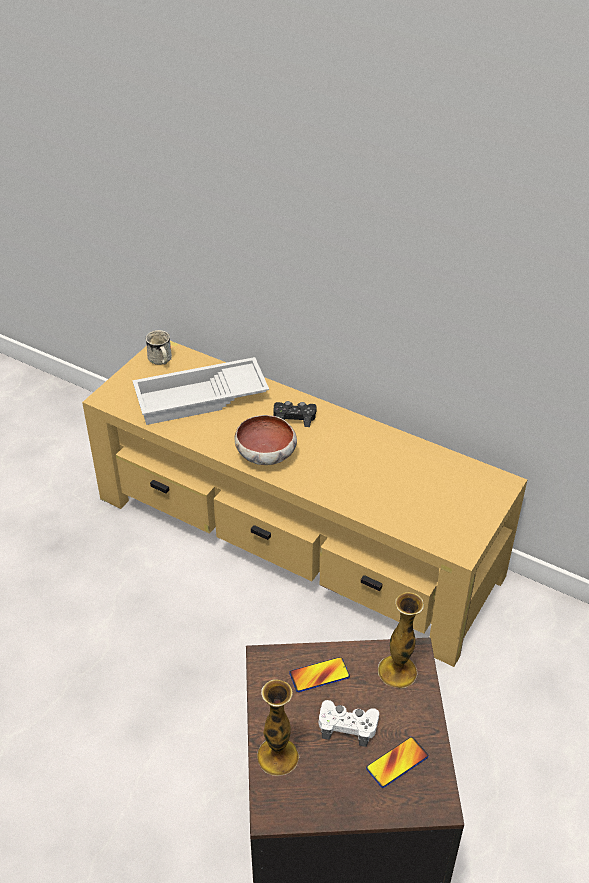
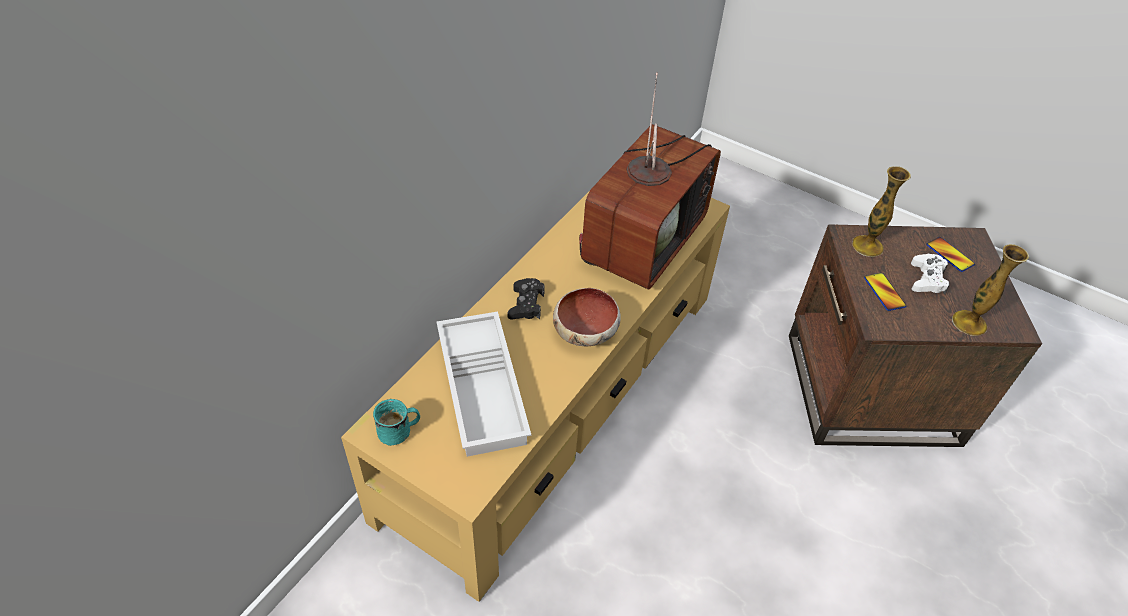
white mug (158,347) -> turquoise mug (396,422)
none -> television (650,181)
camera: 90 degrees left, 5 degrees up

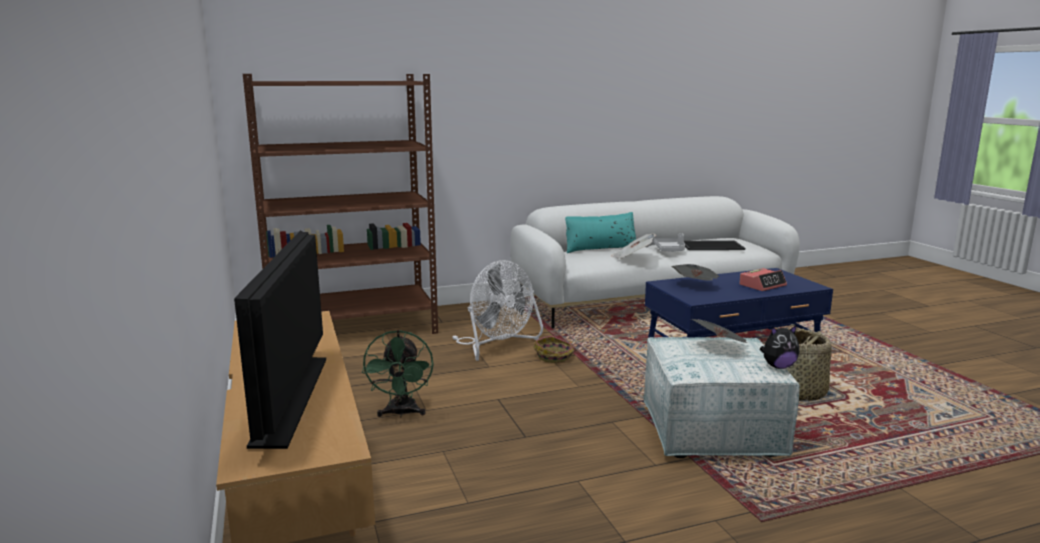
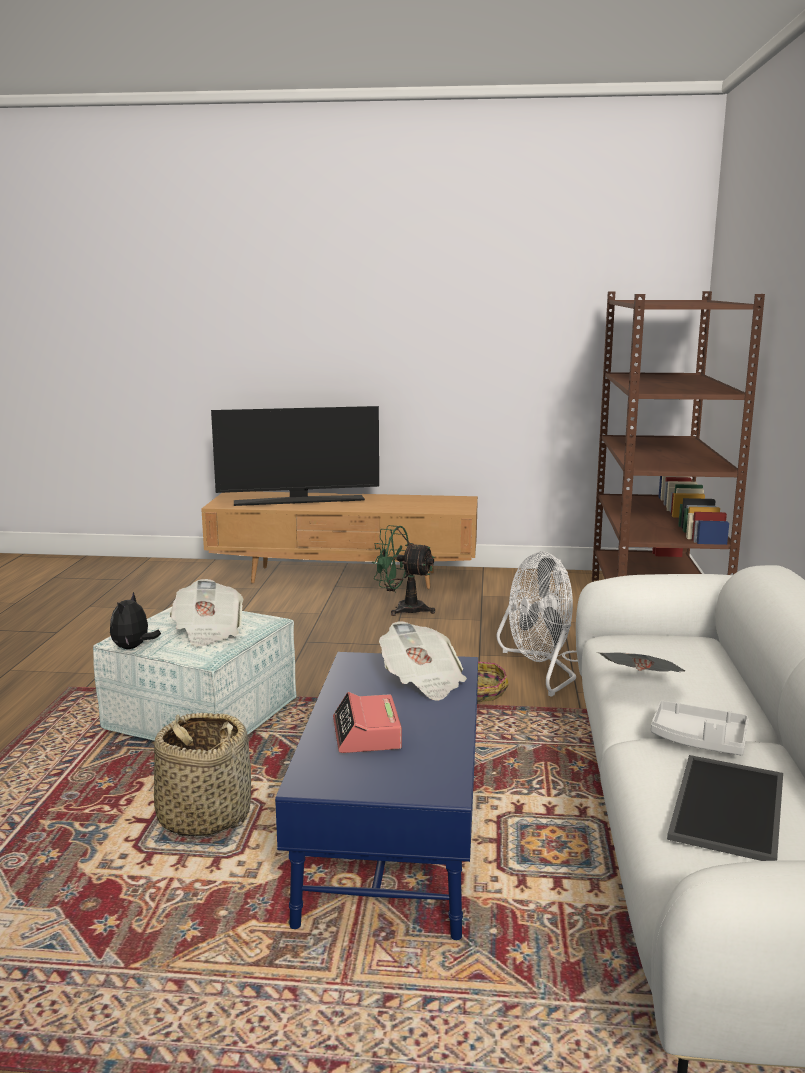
turquoise pillow (600,232) -> none
television (280,339) -> television (295,456), 150 degrees clockwise
camera: 115 degrees right, 0 degrees up

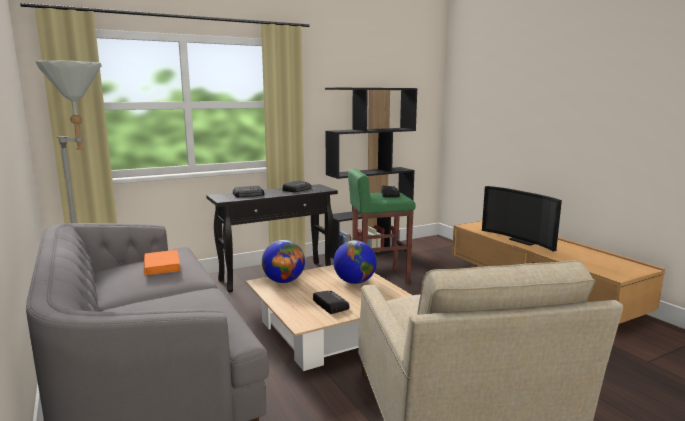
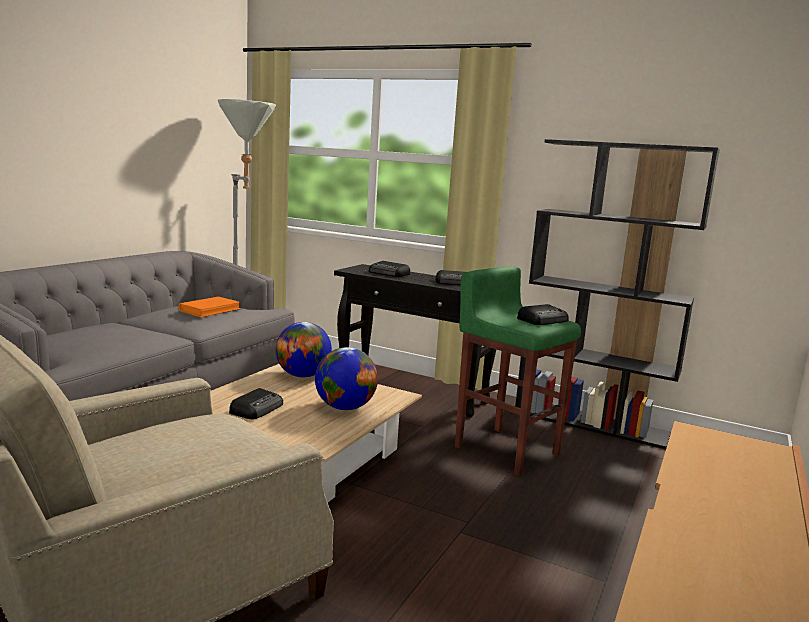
television (522,219) -> none
camera: 55 degrees right, 0 degrees up

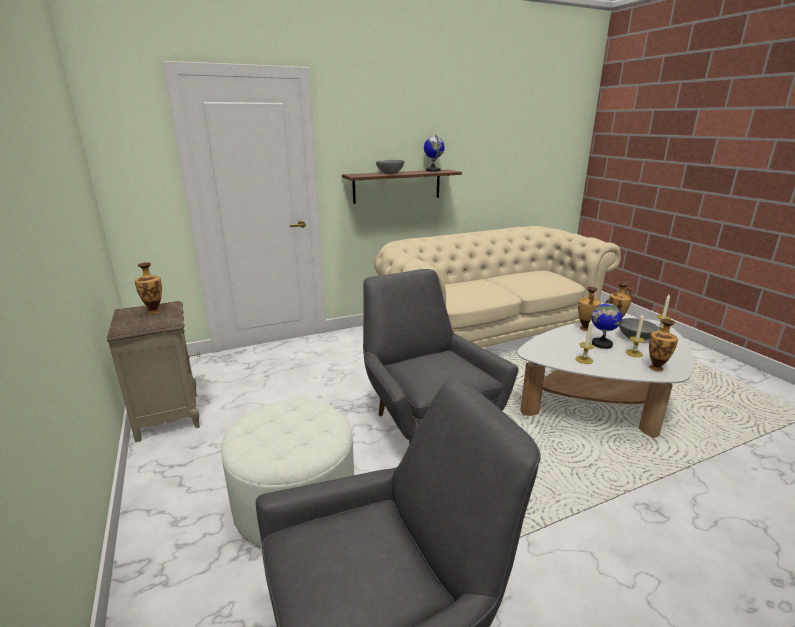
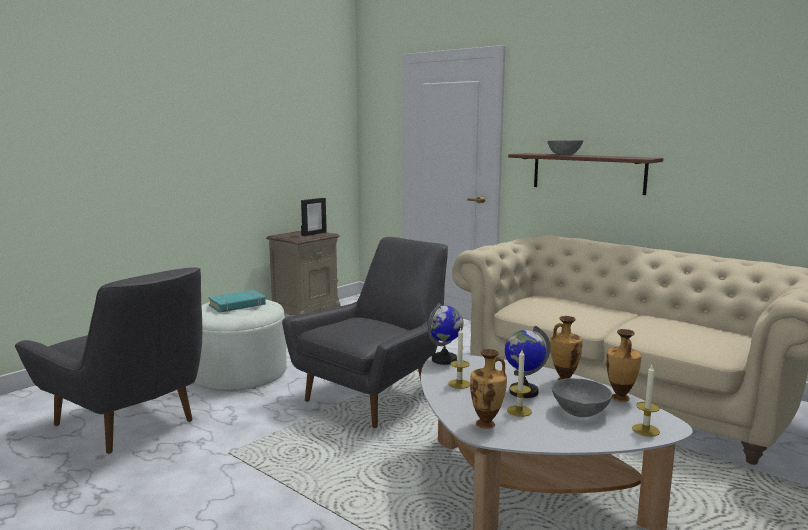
globe (434,153) -> globe (446,334), move
vase (148,288) -> picture frame (314,217)
none -> turquoise book (237,301)
camera: 65 degrees right, 10 degrees down

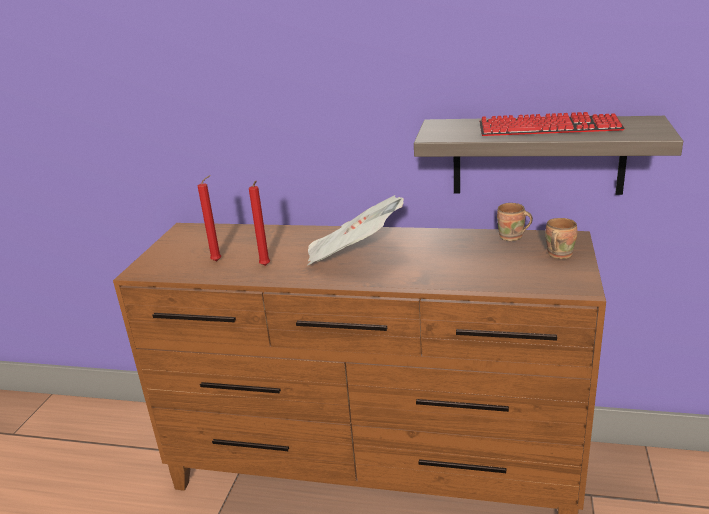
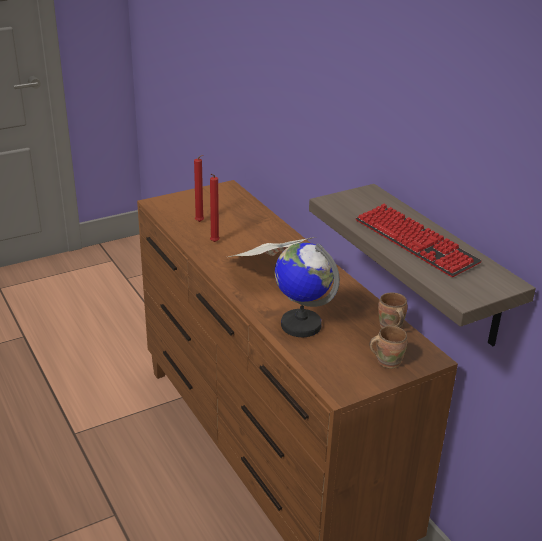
none -> globe (307,289)
camera: 45 degrees right, 5 degrees up

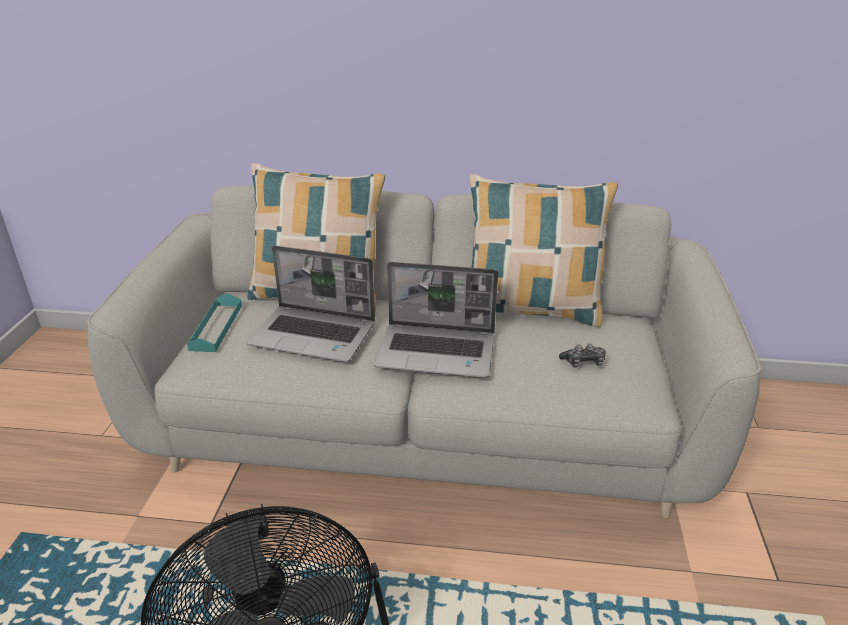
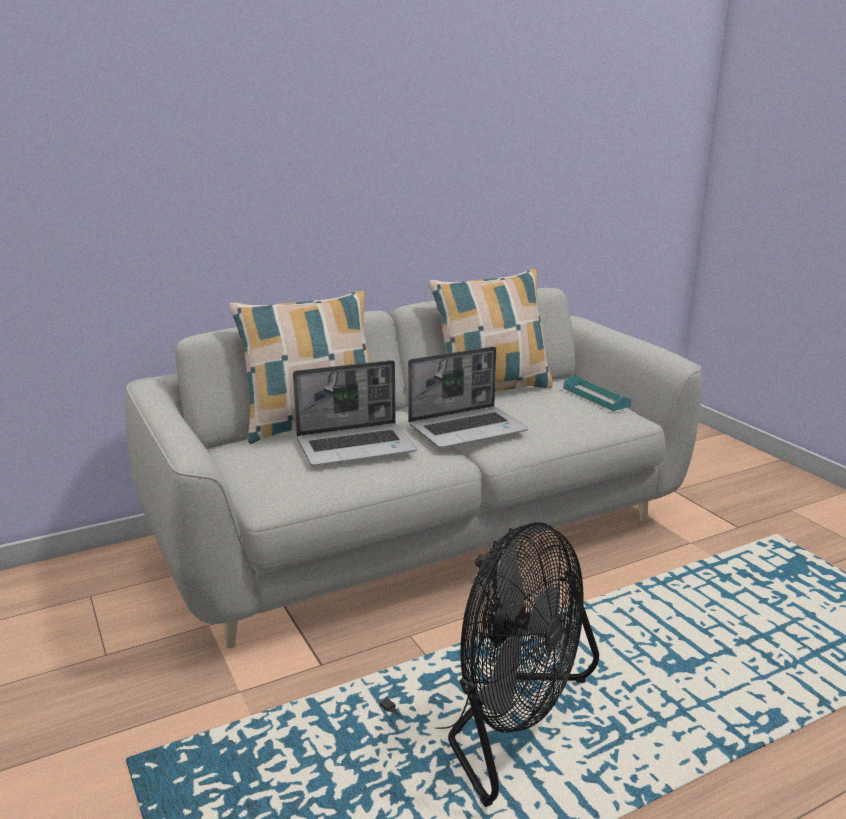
turquoise tray (214,322) -> turquoise tray (597,393), move
game controller (582,356) -> none
camera: 35 degrees left, 10 degrees down

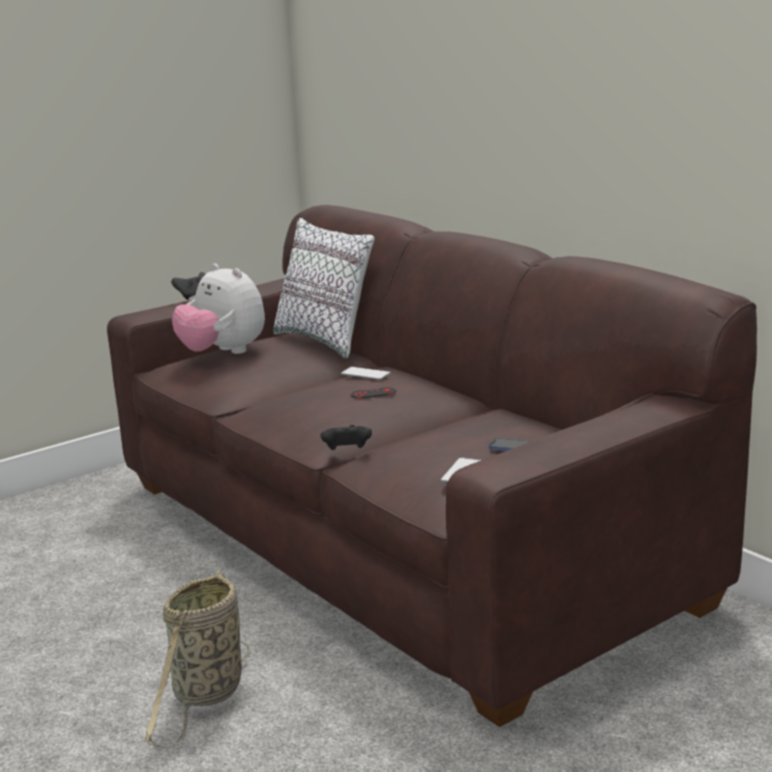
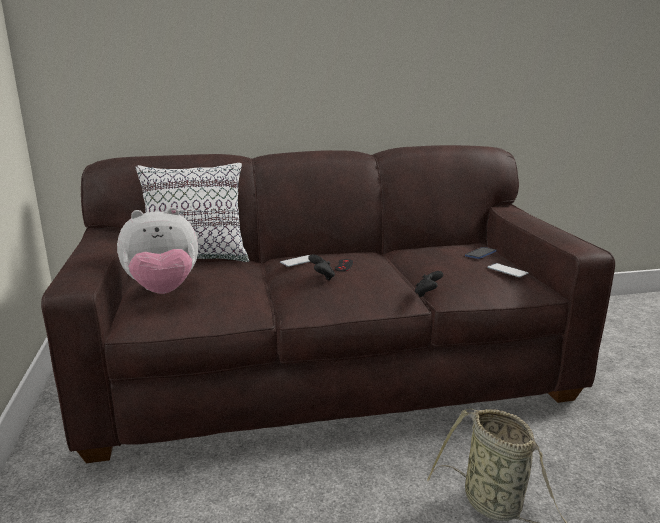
black game controller (188,286) -> black game controller (321,267), move
camera: 65 degrees left, 0 degrees up

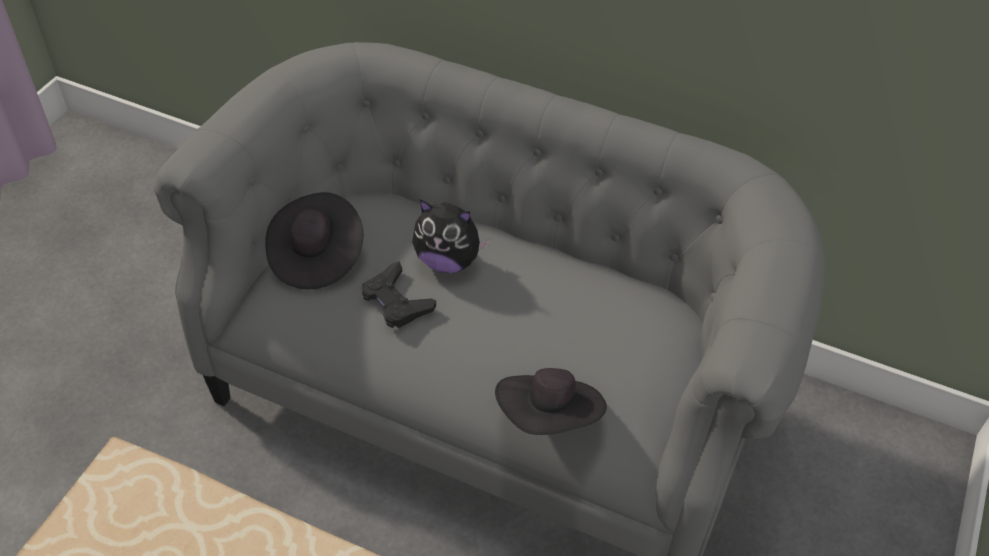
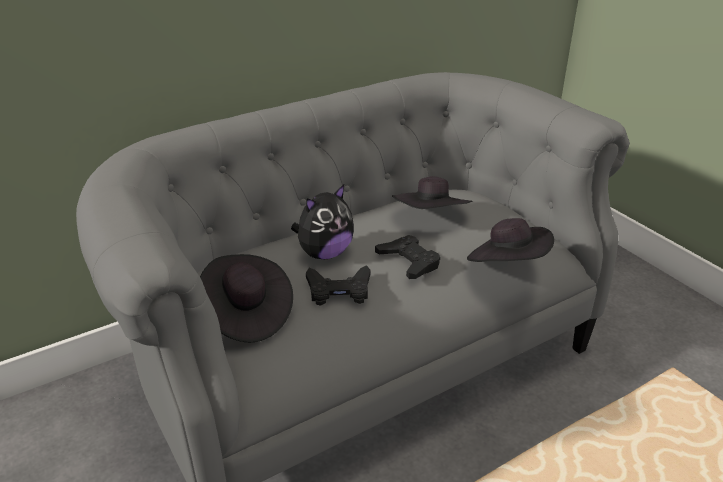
none -> black hat (432,192)
none -> black game controller (407,257)
camera: 55 degrees left, 15 degrees down

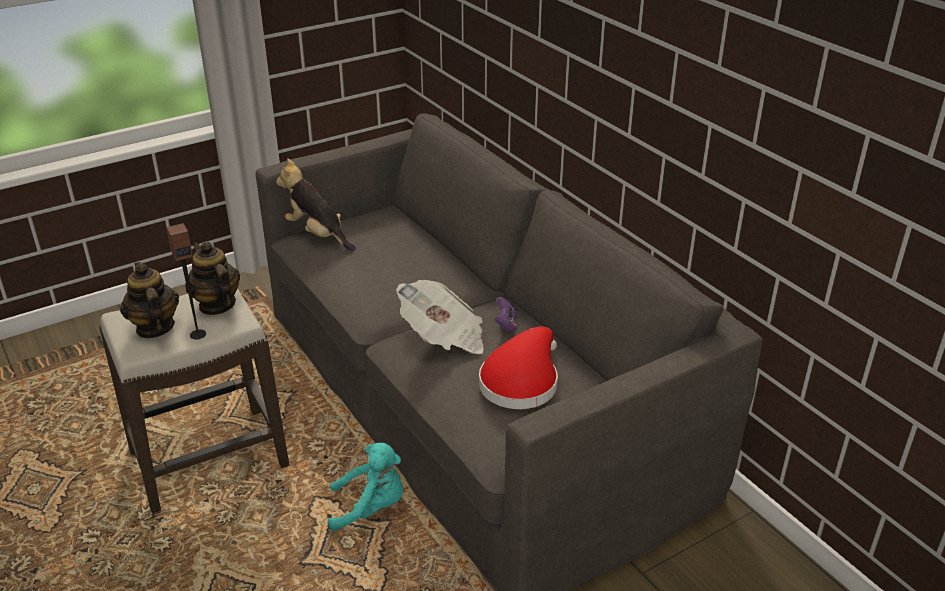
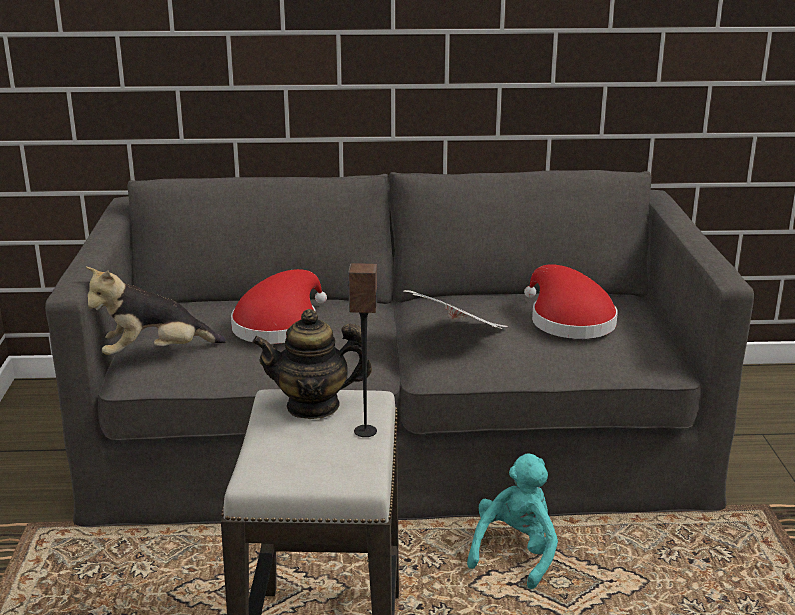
teapot (149,300) -> none
purple game controller (506,314) -> none
none -> red hat (279,306)
camera: 60 degrees left, 10 degrees down

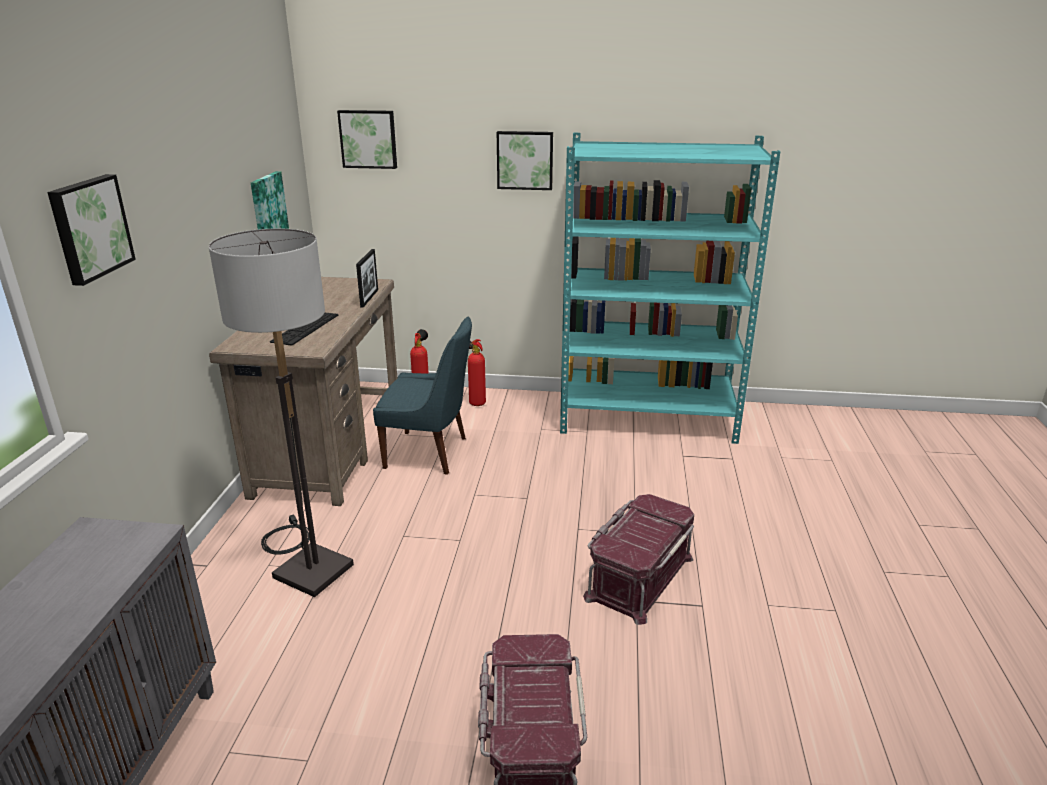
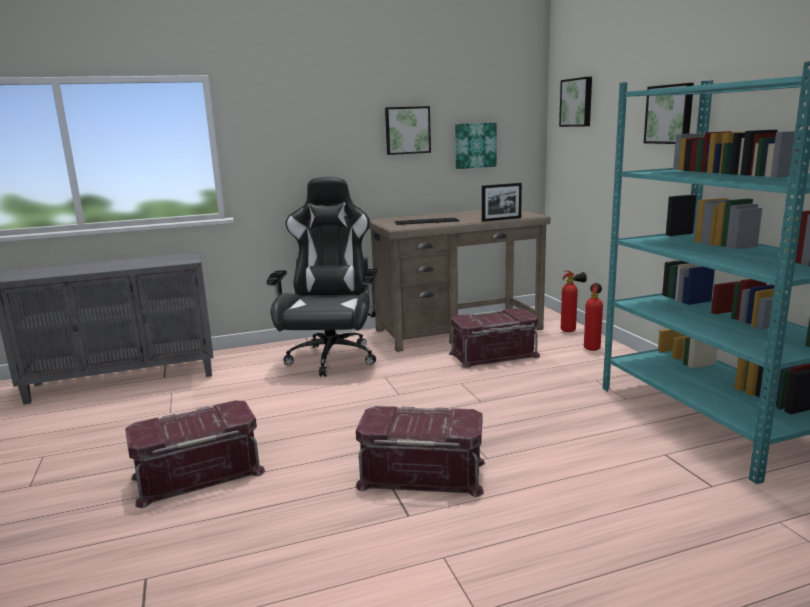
picture (91,230) -> picture (408,130), move
floor lamp (281,412) -> black office chair (322,277)
blue chair (422,396) -> red storage box (494,338)
camera: 65 degrees right, 10 degrees down

